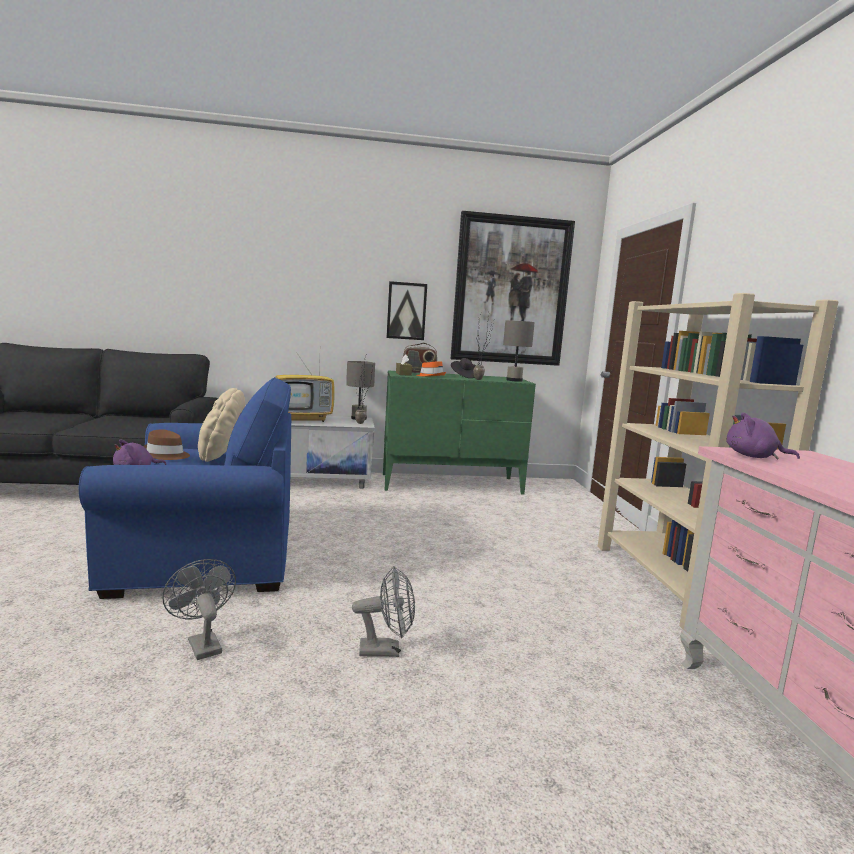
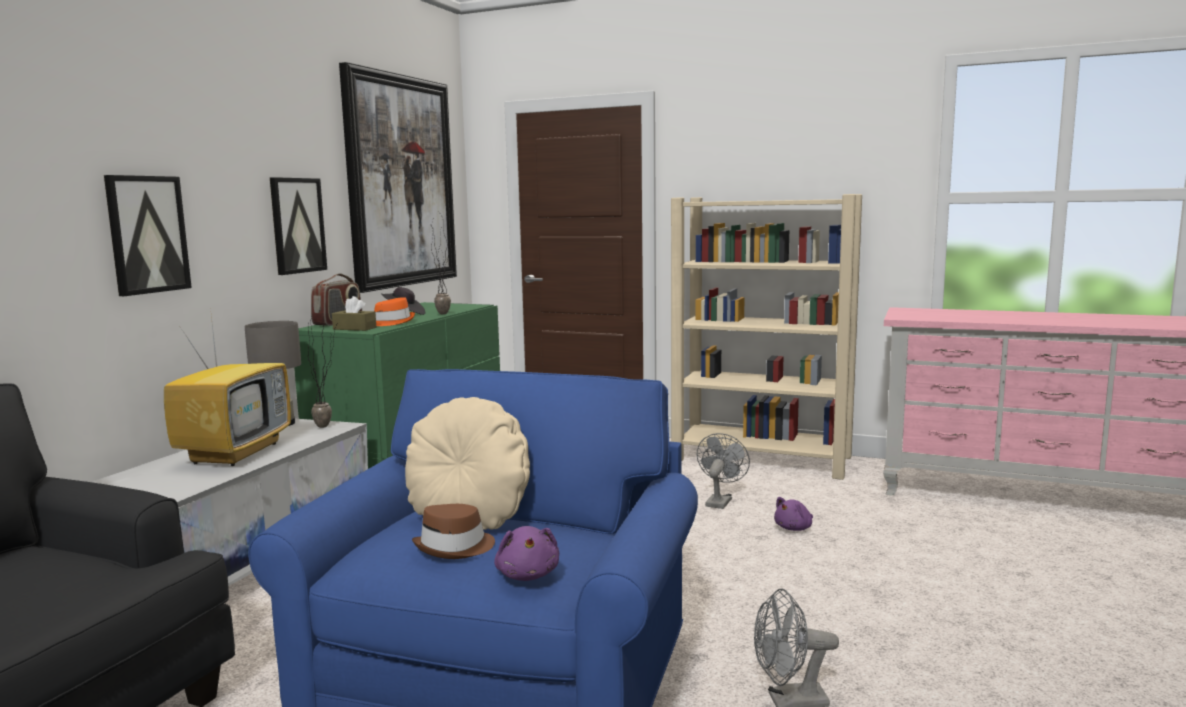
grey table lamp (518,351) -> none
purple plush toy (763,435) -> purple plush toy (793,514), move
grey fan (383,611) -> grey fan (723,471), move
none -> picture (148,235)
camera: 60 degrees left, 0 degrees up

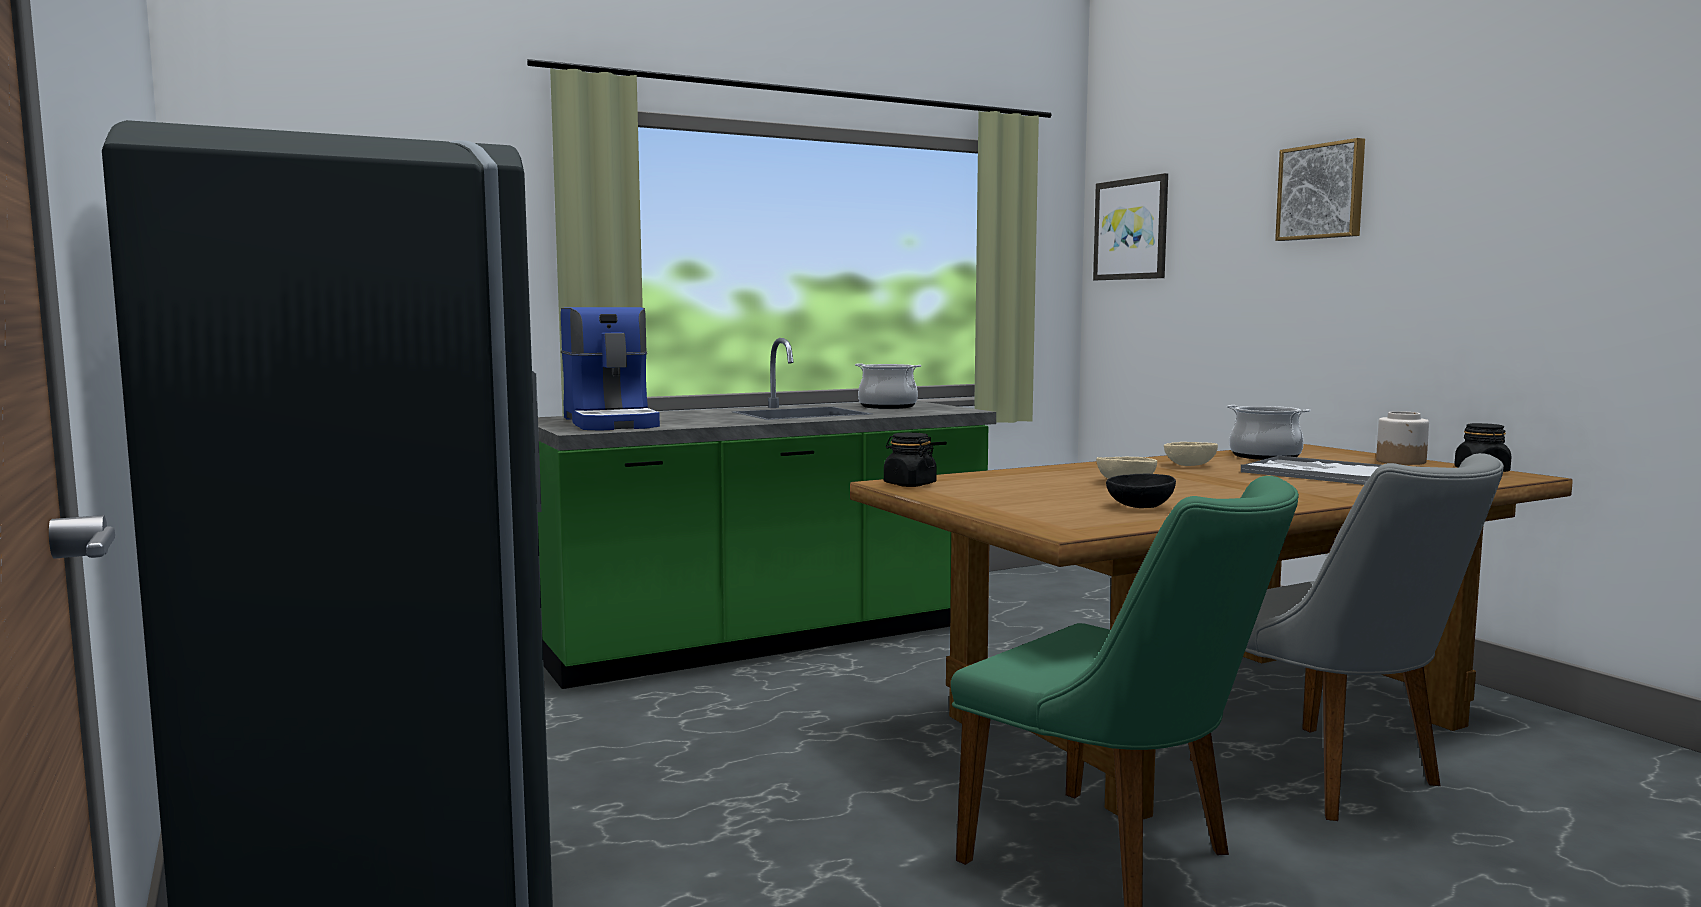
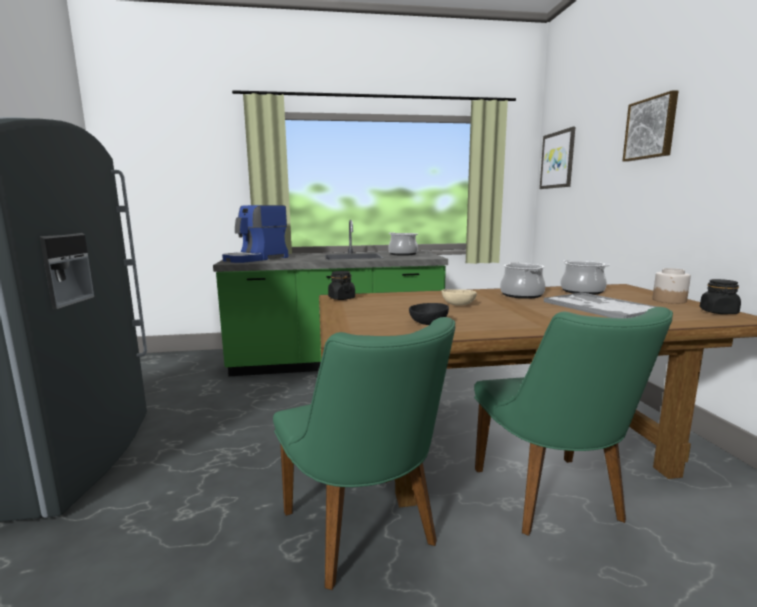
coffee machine (610,369) -> coffee machine (255,234), 45 degrees clockwise
beige bowl (1191,454) -> cooking pot (522,280)
grey chair (1347,637) -> green chair (573,421)
camera: 20 degrees right, 5 degrees up

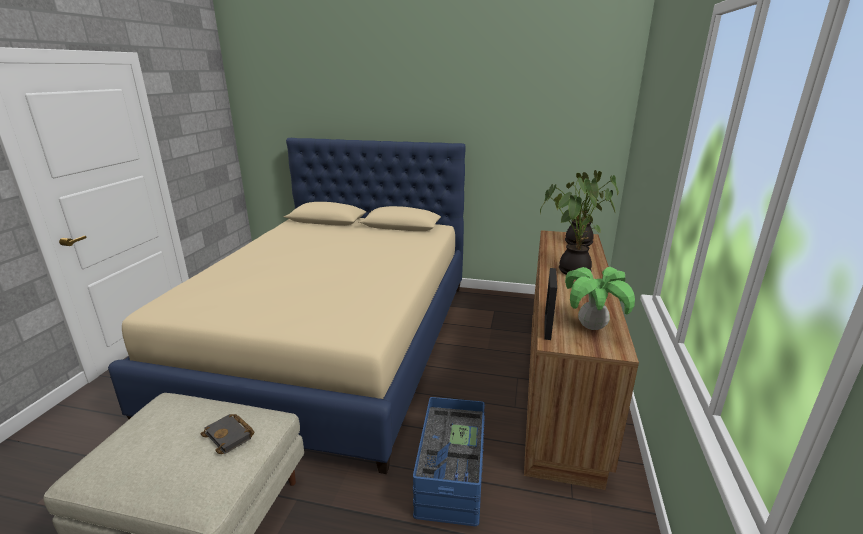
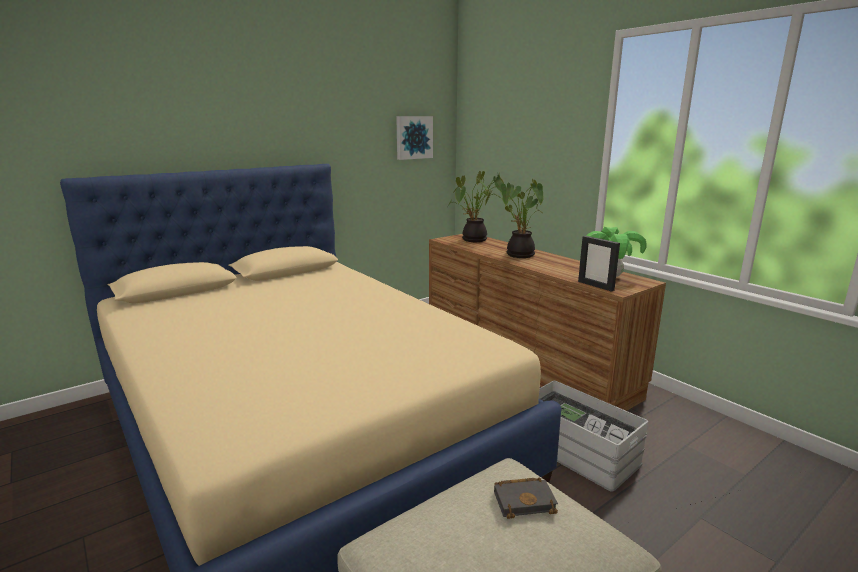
blue storage box (449,461) -> grey storage box (593,436)
none -> picture (414,138)
camera: 50 degrees left, 5 degrees down

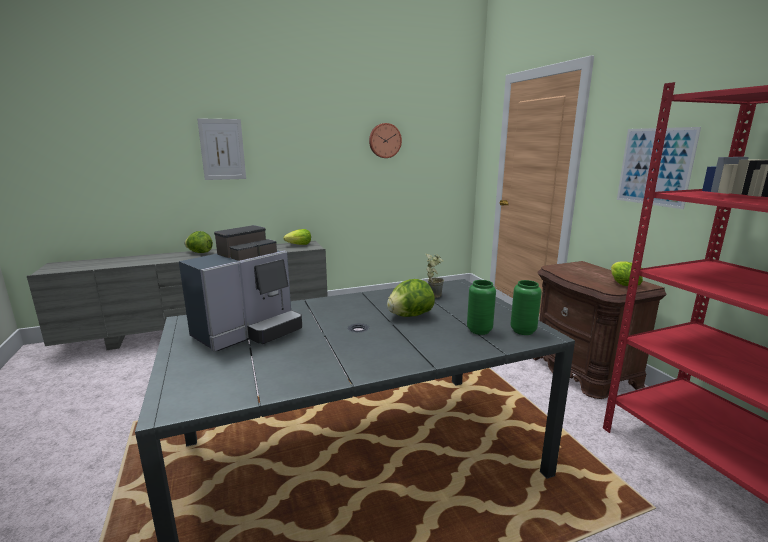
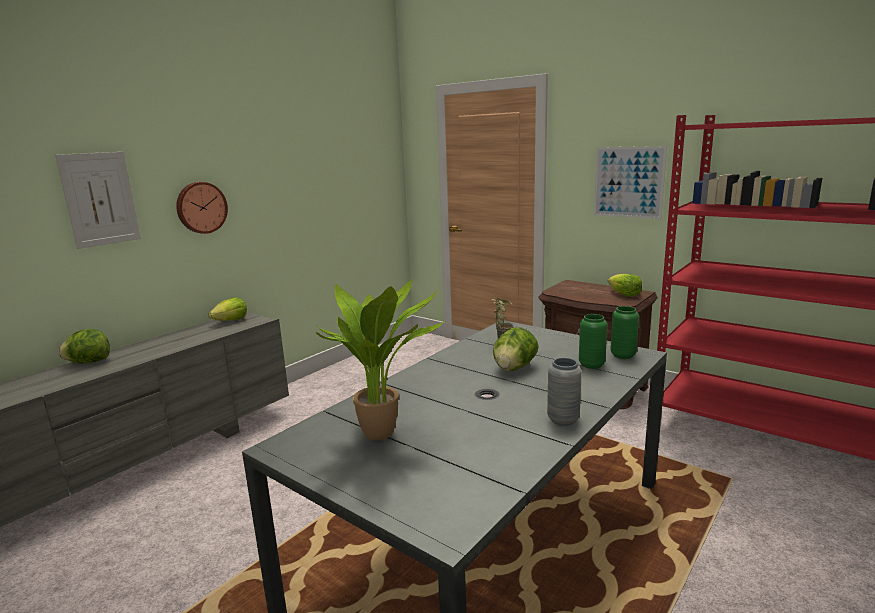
wall clock (385,140) -> wall clock (202,208), move
coffee machine (240,288) -> potted plant (380,360)
none -> grey vase (564,392)
camera: 30 degrees left, 0 degrees up

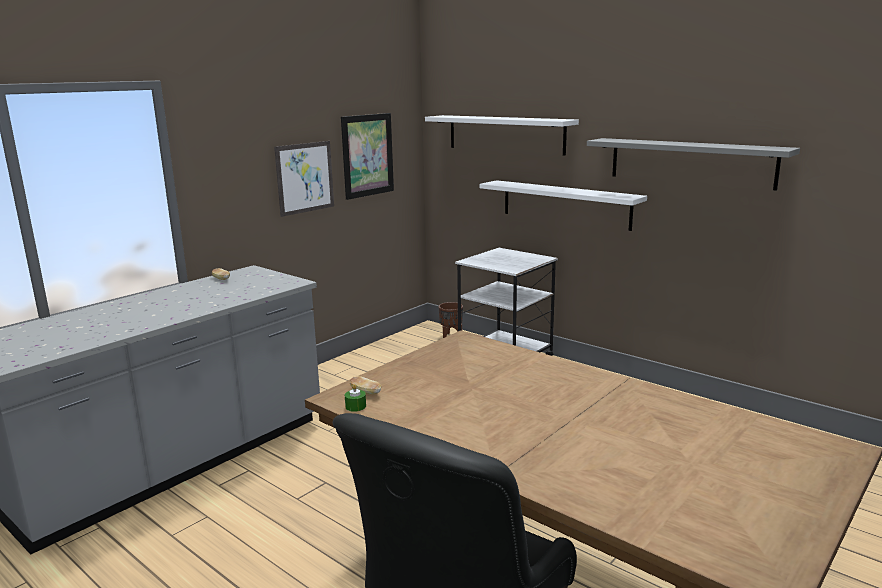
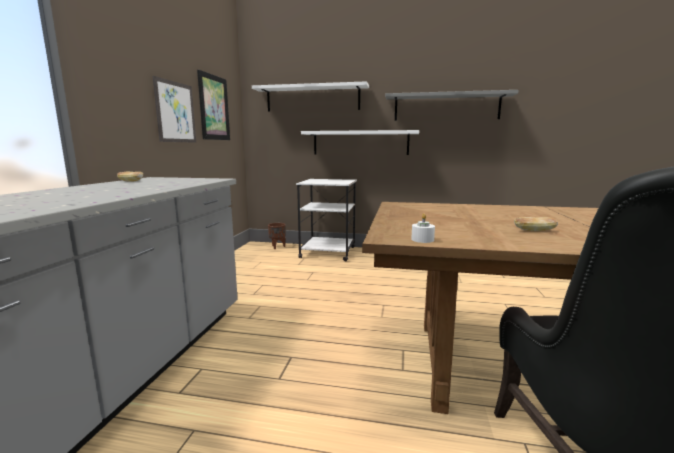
bread (365,385) -> bread (536,224), move
green candle (355,398) -> white candle (423,228)
camera: 30 degrees left, 5 degrees down

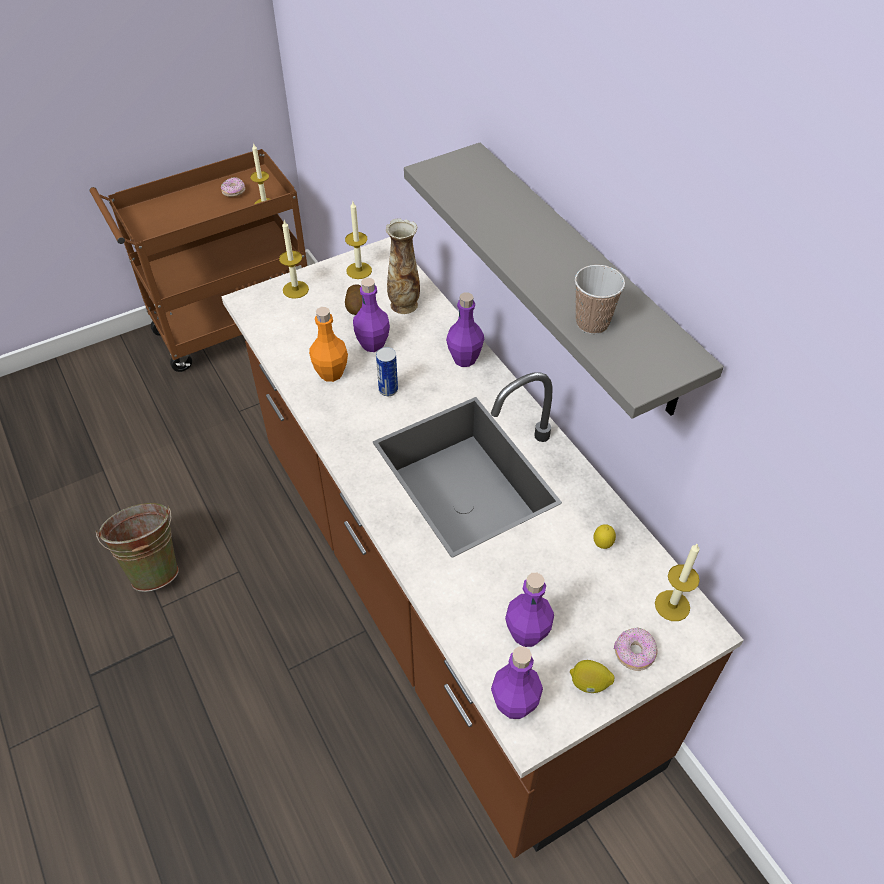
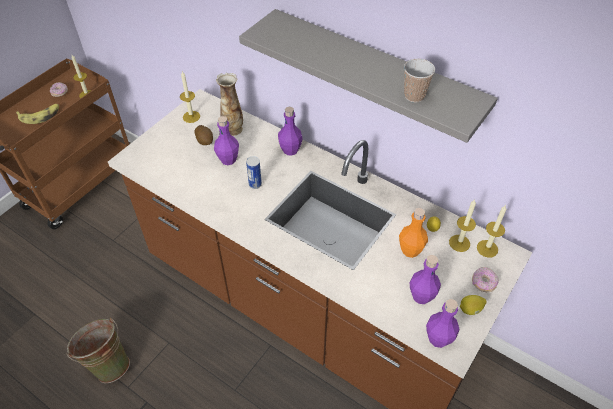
candle (294,259) -> candle (462,226), move
orange bottle (328,344) -> orange bottle (413,233), move
none -> banana (37,114)
camera: 25 degrees left, 0 degrees up

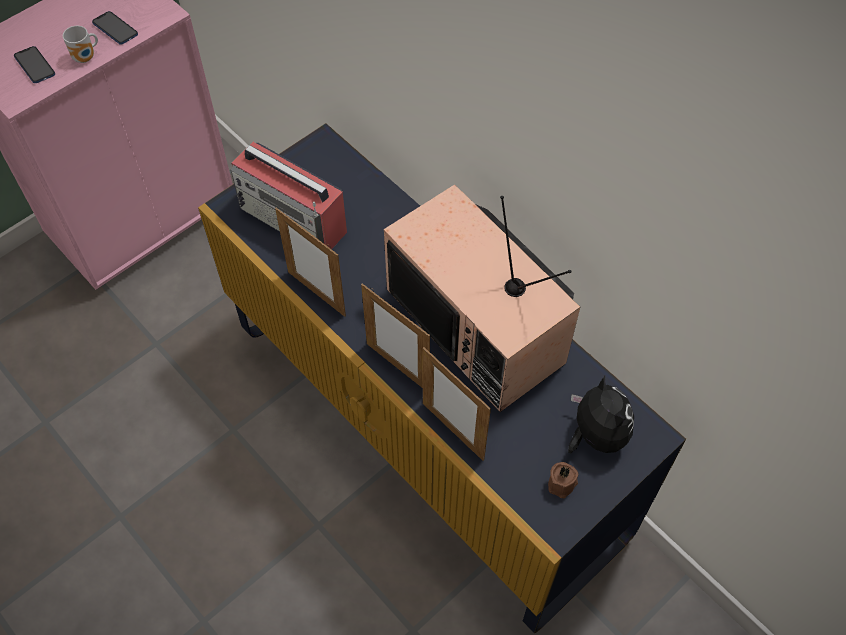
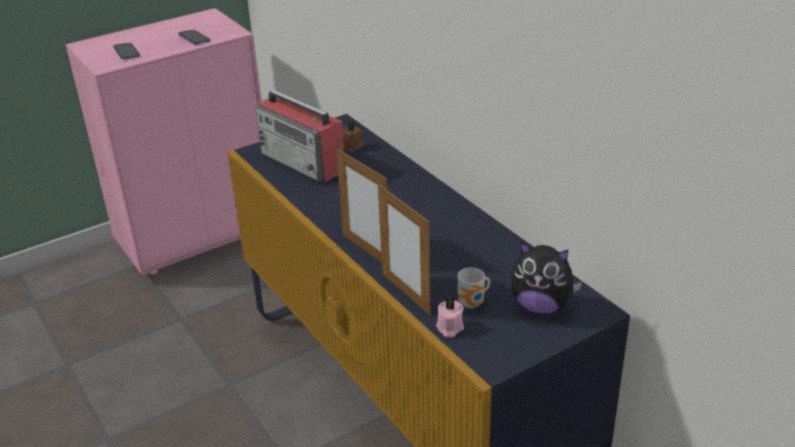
mug (80,44) -> mug (474,287), move
television (482,298) -> none
picture frame (310,262) -> none
plush toy (601,414) -> plush toy (546,277), 120 degrees clockwise
brown candle (563,480) -> brown candle (353,136), move
none -> pink candle (450,316)
camera: 10 degrees right, 25 degrees down

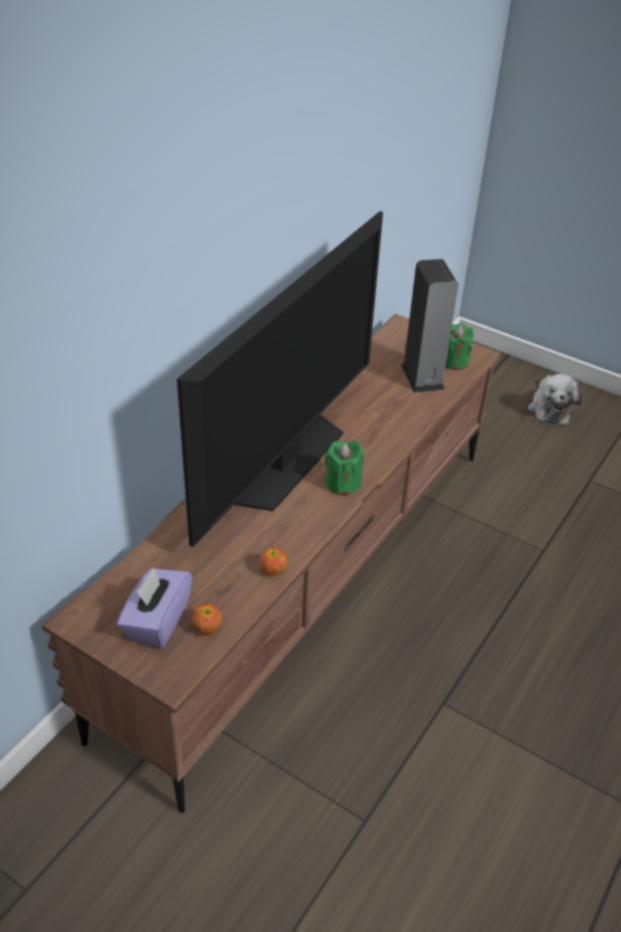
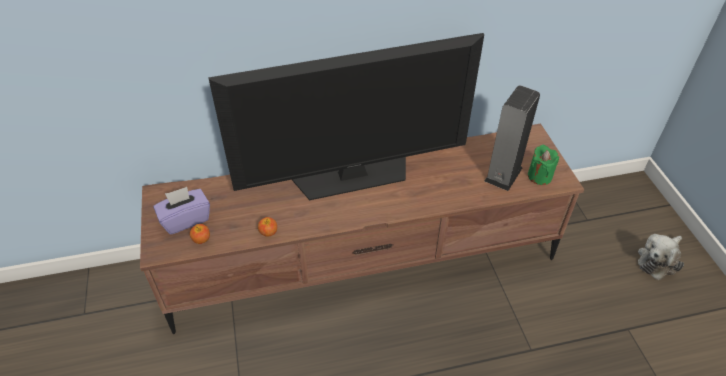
green candle (344,468) -> none
camera: 45 degrees right, 5 degrees up

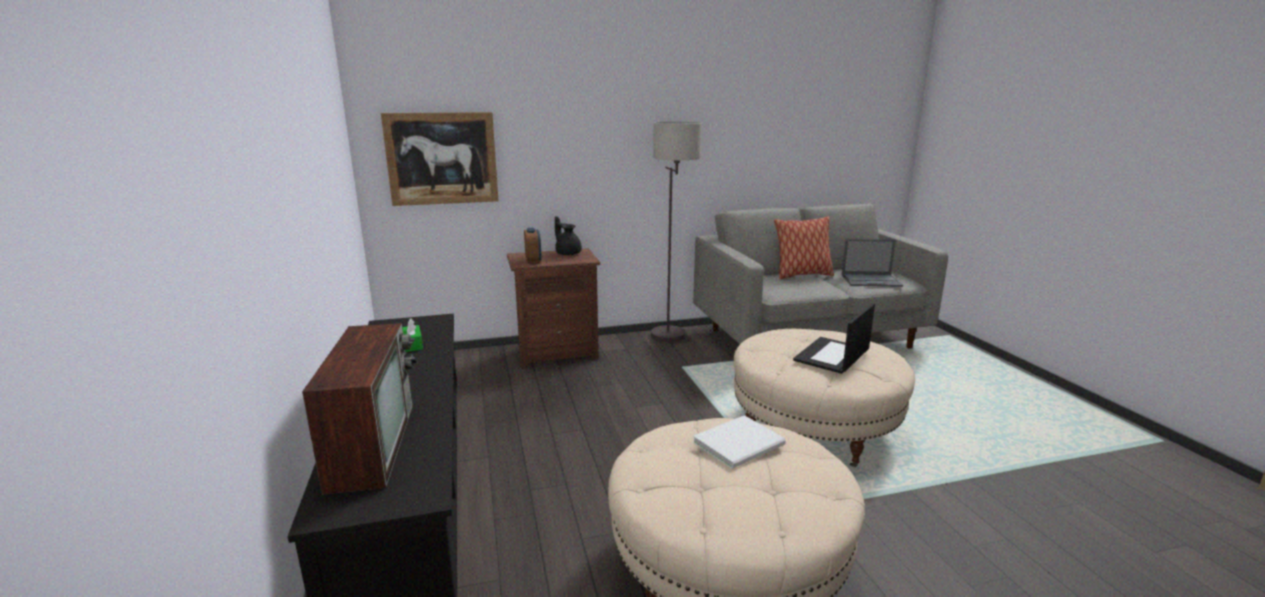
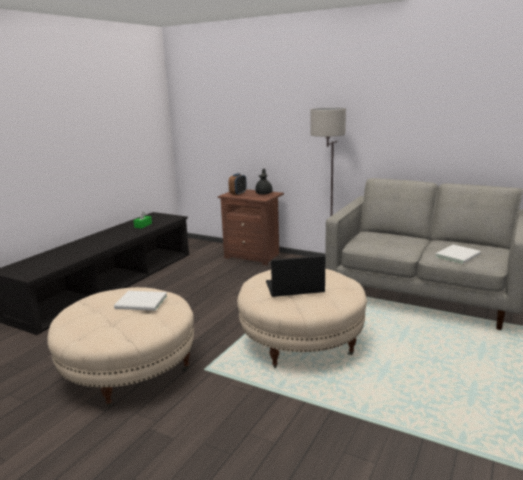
picture (440,159) -> none
pillow (804,248) -> none
laptop (872,263) -> white book (458,254)
television (360,409) -> none
camera: 45 degrees right, 0 degrees up

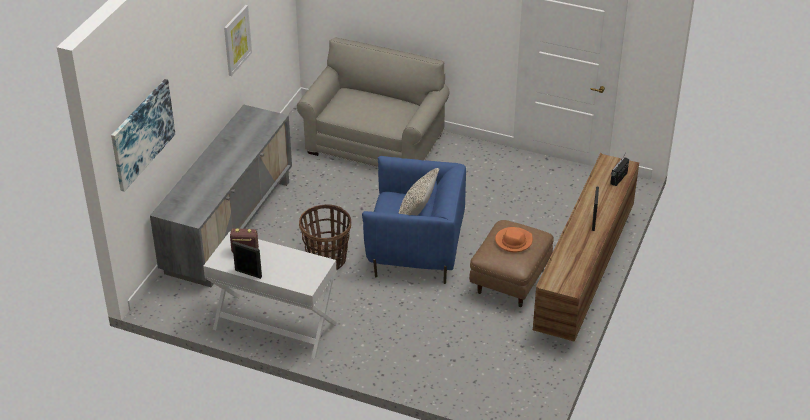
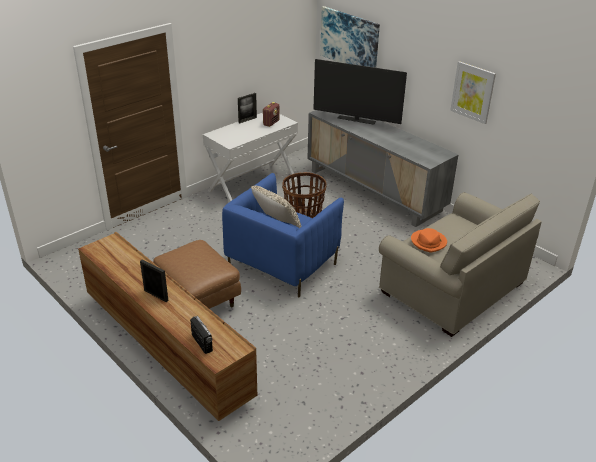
orange hat (514,239) -> orange hat (429,240), move
none -> television (360,92)
camera: 115 degrees right, 5 degrees down

